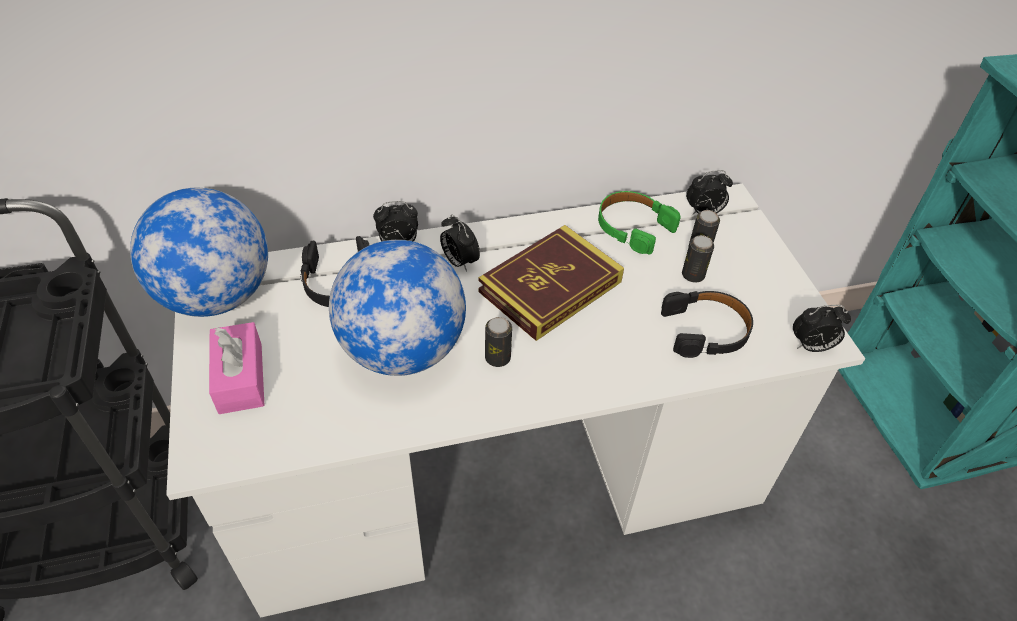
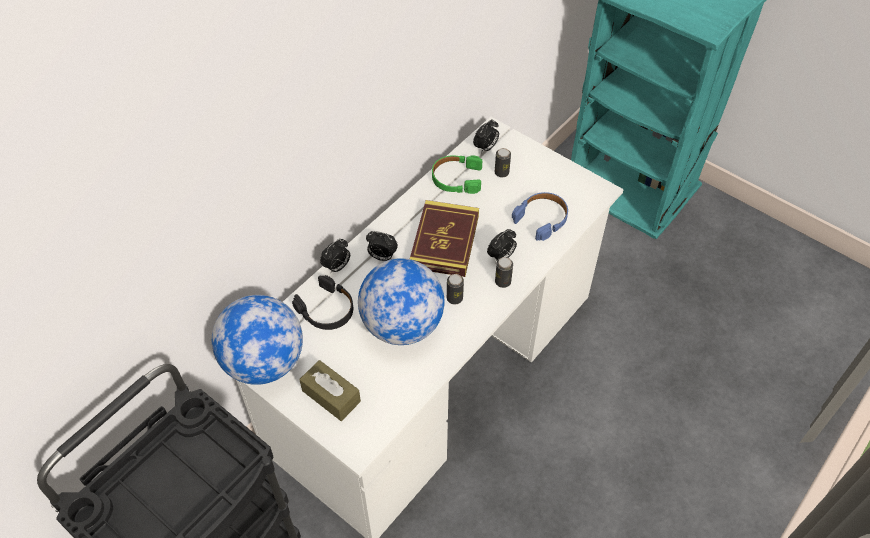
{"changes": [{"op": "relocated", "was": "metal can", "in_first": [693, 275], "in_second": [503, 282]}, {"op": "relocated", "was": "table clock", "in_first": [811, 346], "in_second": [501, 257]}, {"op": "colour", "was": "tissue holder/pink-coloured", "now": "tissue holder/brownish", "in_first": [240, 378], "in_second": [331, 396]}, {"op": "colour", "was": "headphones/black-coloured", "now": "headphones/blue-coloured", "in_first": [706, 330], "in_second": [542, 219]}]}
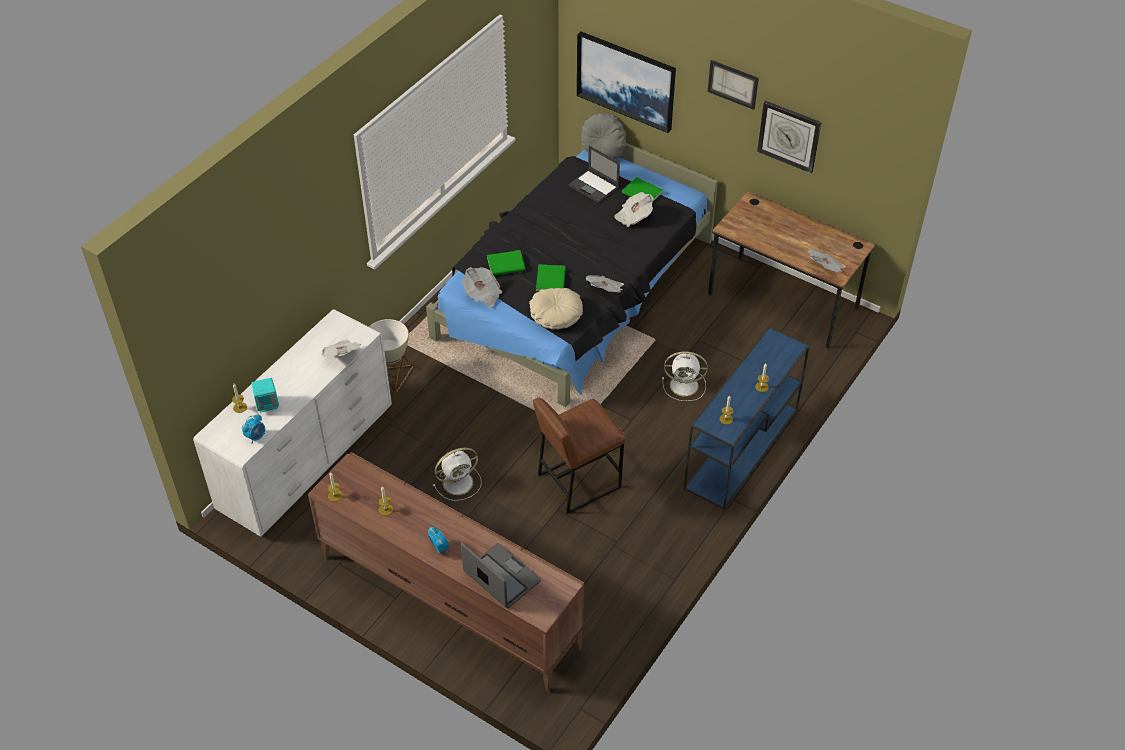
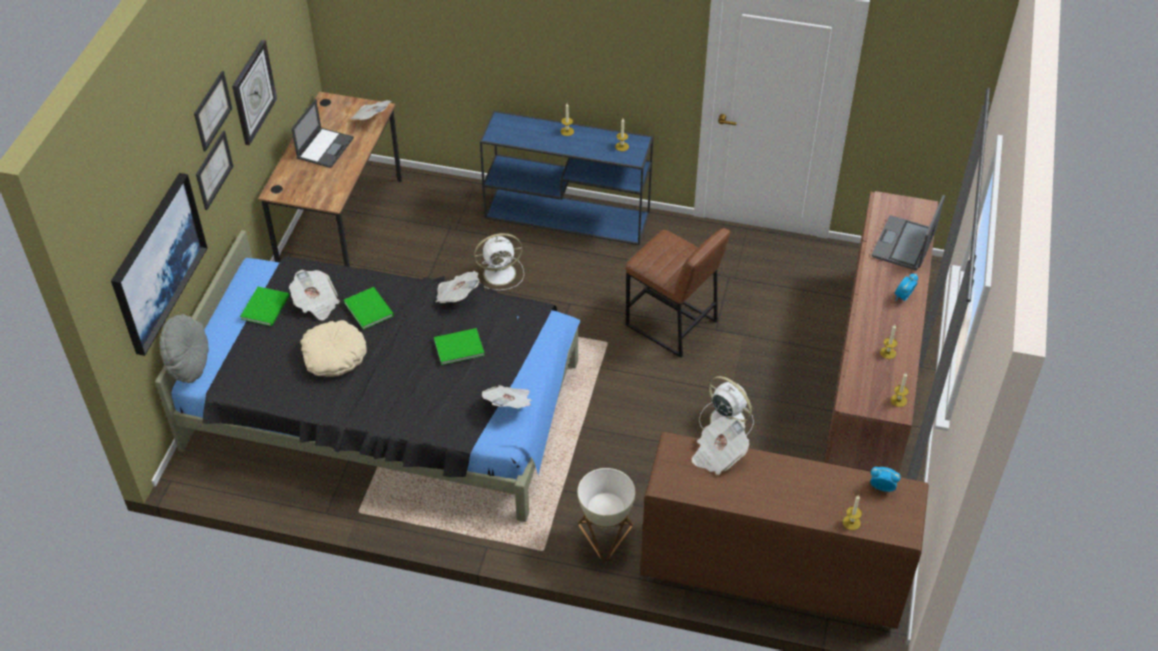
{"changes": [{"op": "missing", "was": "speaker/turquoise-coloured", "in_first": [267, 404]}, {"op": "appeared", "now": "wall art", "in_second": [213, 170]}, {"op": "relocated", "was": "book/green", "in_first": [507, 264], "in_second": [369, 308]}, {"op": "relocated", "was": "cushion/beige-coloured", "in_first": [555, 315], "in_second": [335, 356]}, {"op": "relocated", "was": "portable computer", "in_first": [594, 186], "in_second": [325, 147]}, {"op": "colour", "was": "dresser/white-coloured", "now": "dresser/brownish", "in_first": [307, 459], "in_second": [771, 573]}, {"op": "spun", "was": "fan/white-coloured", "in_first": [685, 385], "in_second": [501, 273], "clockwise": 90}]}
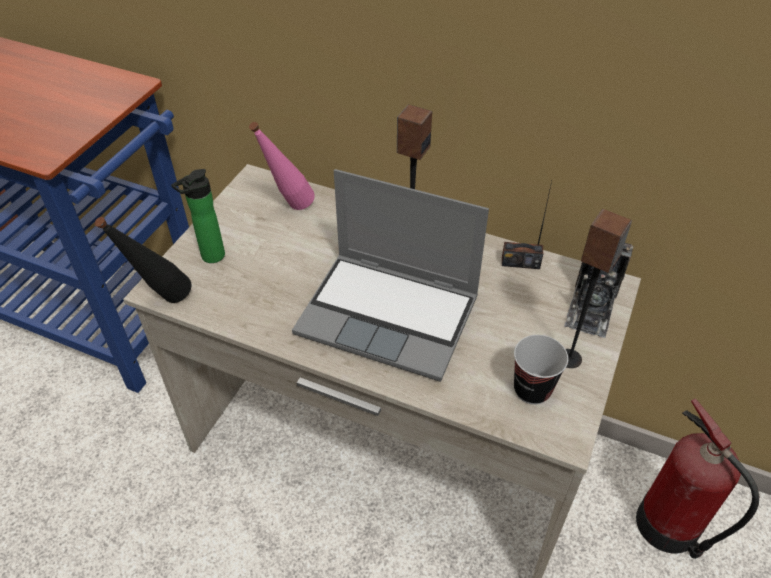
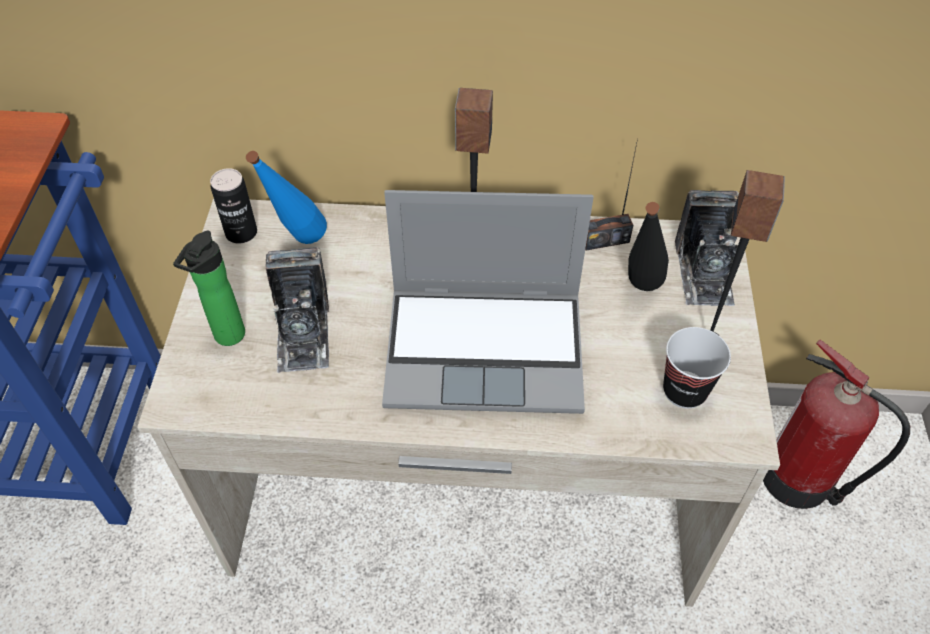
{"changes": [{"op": "appeared", "now": "metal can", "in_second": [241, 233]}, {"op": "appeared", "now": "photo camera", "in_second": [303, 332]}, {"op": "relocated", "was": "beverage bottle/black-coloured", "in_first": [162, 302], "in_second": [638, 293]}, {"op": "colour", "was": "beverage bottle/pink-coloured", "now": "beverage bottle/blue-coloured", "in_first": [289, 209], "in_second": [298, 246]}]}
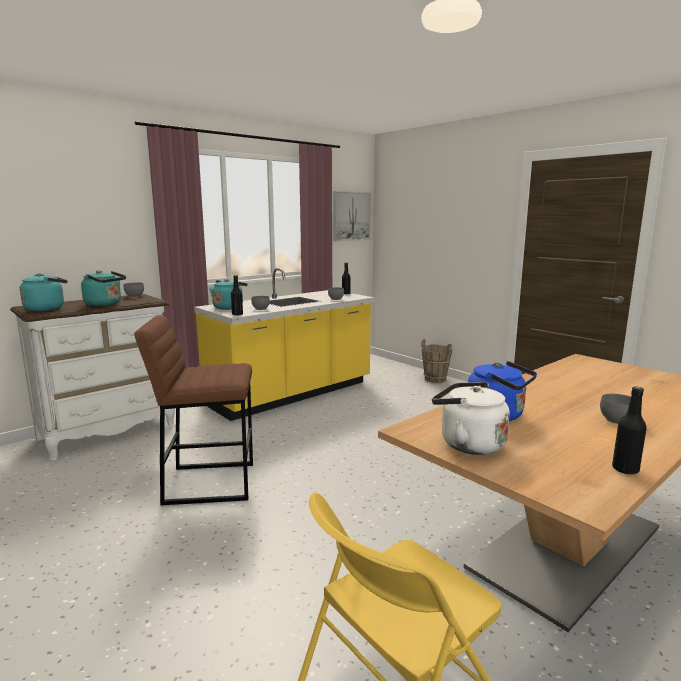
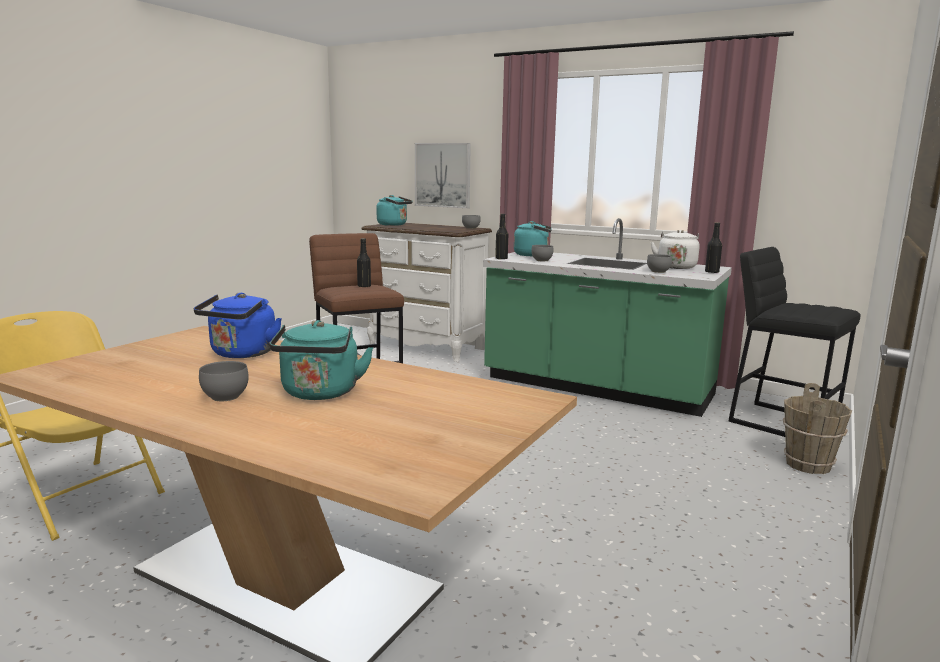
{"changes": [{"op": "appeared", "now": "stool/black-coloured", "in_second": [780, 422]}, {"op": "relocated", "was": "tea kettle/turquoise-coloured", "in_first": [105, 304], "in_second": [320, 394]}, {"op": "relocated", "was": "wall art", "in_first": [351, 216], "in_second": [443, 175]}, {"op": "relocated", "was": "tea kettle/white-coloured", "in_first": [468, 444], "in_second": [676, 267]}, {"op": "relocated", "was": "beverage bottle/black-coloured", "in_first": [625, 469], "in_second": [364, 286]}, {"op": "colour", "was": "kitchen base unit/yellow-coloured", "now": "kitchen base unit/green", "in_first": [291, 394], "in_second": [596, 387]}]}
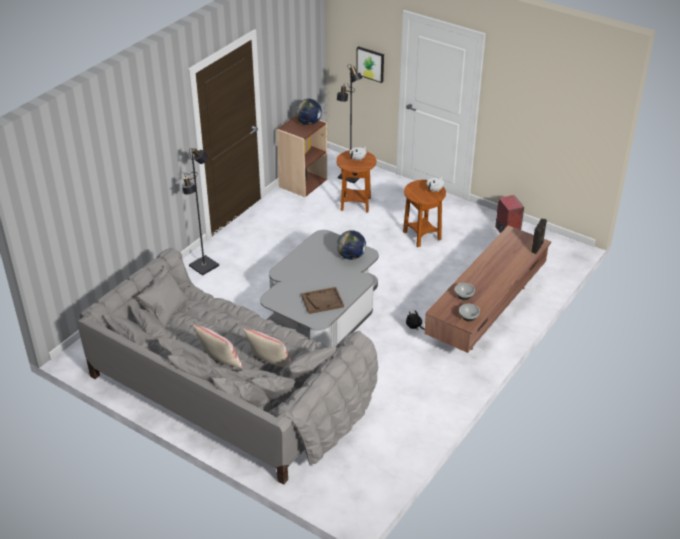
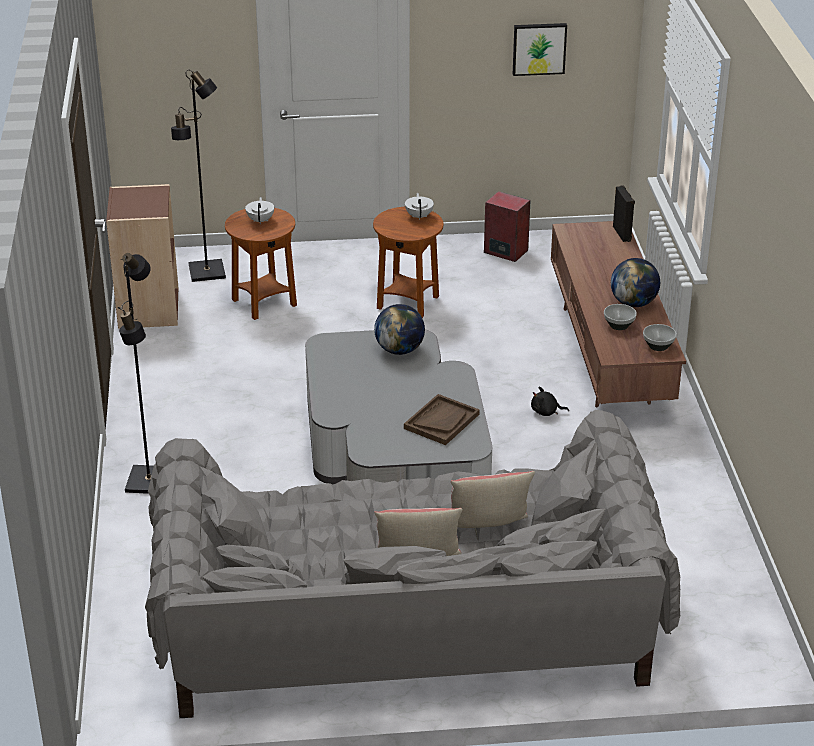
{"changes": [{"op": "relocated", "was": "world globe", "in_first": [309, 123], "in_second": [633, 303]}, {"op": "relocated", "was": "wall art", "in_first": [370, 64], "in_second": [539, 48]}]}
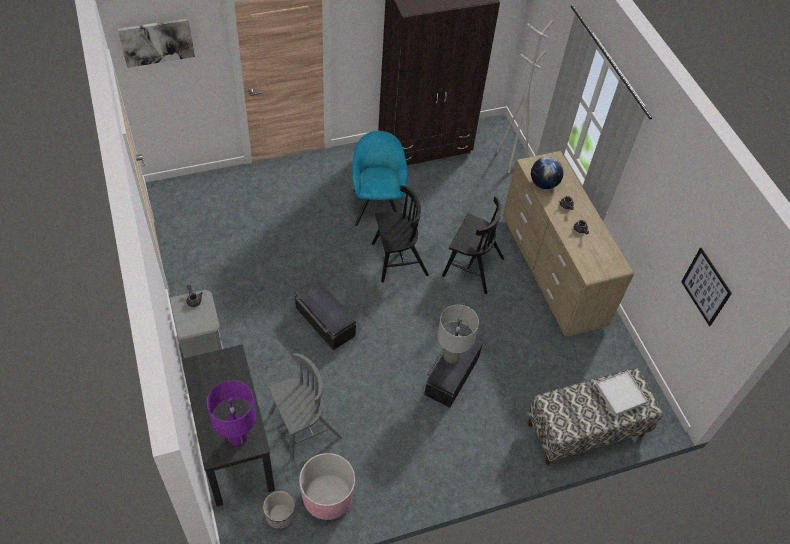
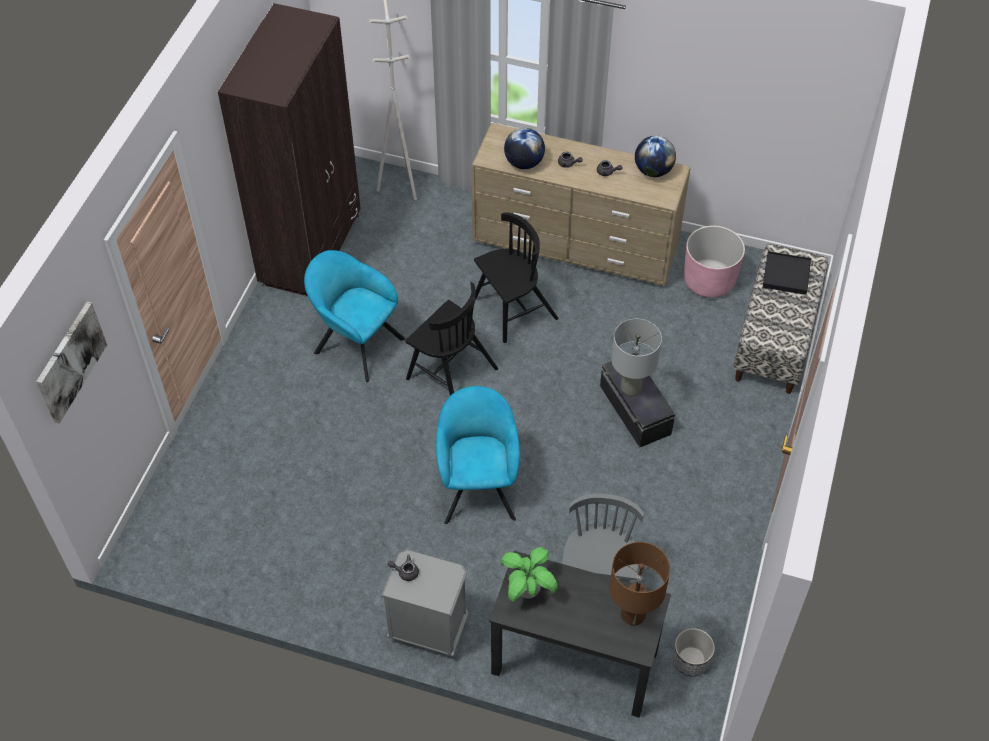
{"changes": [{"op": "missing", "was": "wall art", "in_first": [706, 287]}, {"op": "appeared", "now": "houseplant", "in_second": [527, 591]}, {"op": "appeared", "now": "world globe", "in_second": [653, 171]}, {"op": "relocated", "was": "flower pot/pink-coloured", "in_first": [327, 498], "in_second": [709, 281]}, {"op": "exchanged", "was": "storage box/black-coloured", "now": "lounge chair/turquoise-coloured", "in_first": [324, 322], "in_second": [478, 486]}, {"op": "colour", "was": "table lamp/purple", "now": "table lamp/brownish", "in_first": [238, 437], "in_second": [632, 615]}, {"op": "colour", "was": "tray/white-coloured", "now": "tray/black-coloured", "in_first": [620, 394], "in_second": [786, 275]}, {"op": "spun", "was": "plain chair/black-coloured", "in_first": [396, 259], "in_second": [448, 371], "clockwise": 105}]}
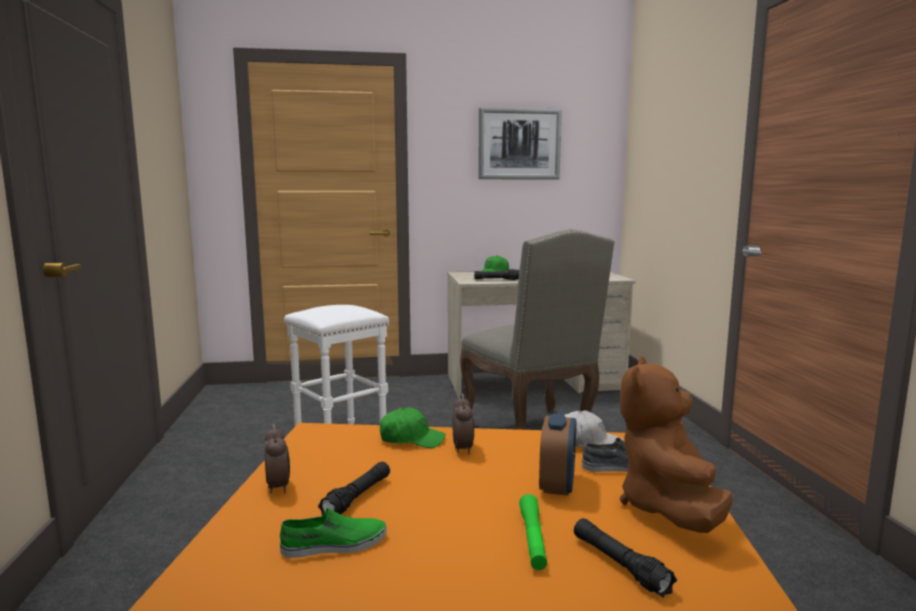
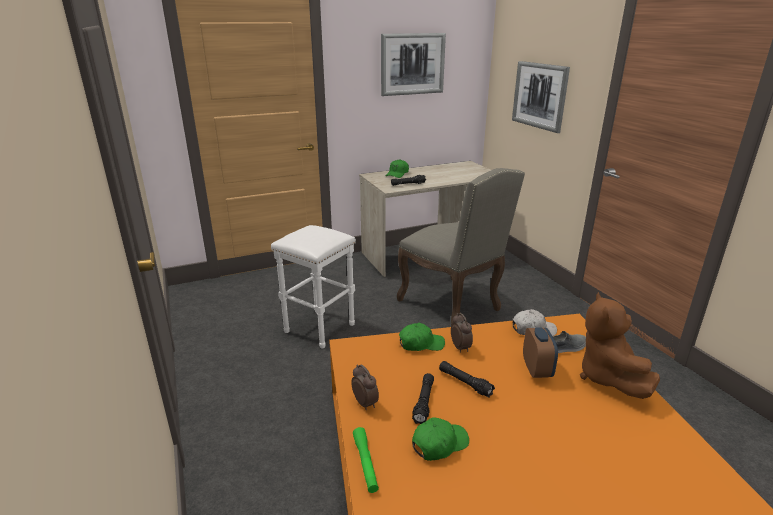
{"changes": [{"op": "appeared", "now": "wall art", "in_second": [539, 95]}, {"op": "relocated", "was": "torch/green", "in_first": [533, 539], "in_second": [365, 463]}, {"op": "relocated", "was": "torch/black-coloured", "in_first": [619, 565], "in_second": [465, 383]}, {"op": "exchanged", "was": "item of footwear/green", "now": "cap/green", "in_first": [335, 545], "in_second": [439, 444]}]}
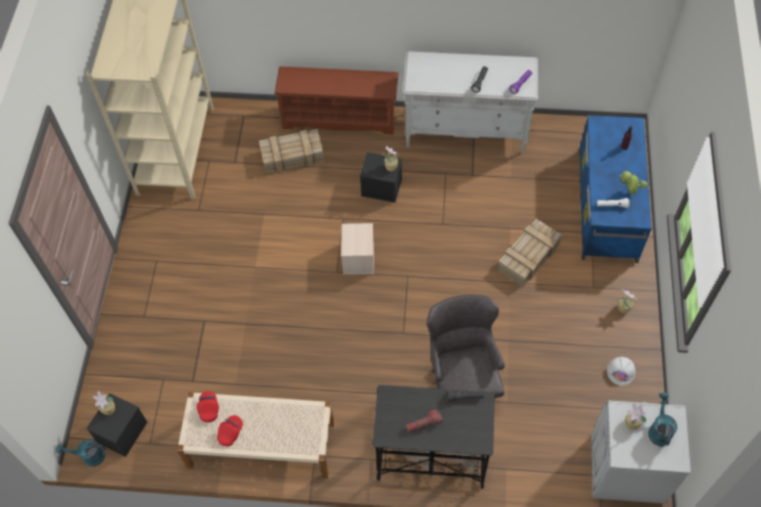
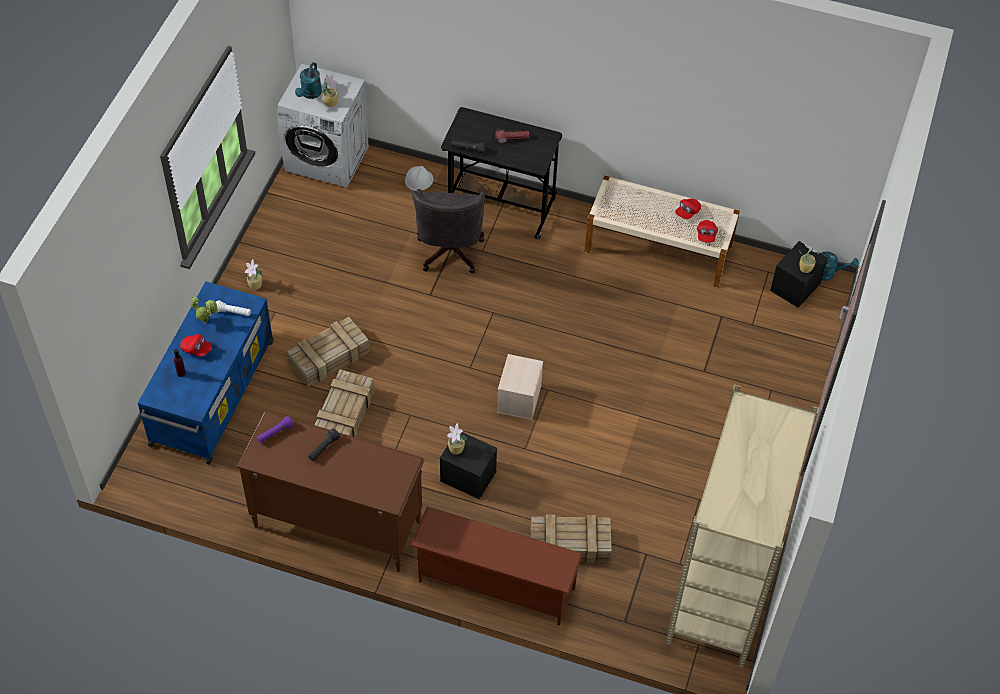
{"changes": [{"op": "appeared", "now": "cap/red", "in_second": [196, 349]}, {"op": "appeared", "now": "crate", "in_second": [344, 414]}, {"op": "relocated", "was": "work helmet/white-coloured", "in_first": [621, 371], "in_second": [419, 180]}, {"op": "colour", "was": "dresser/white-coloured", "now": "dresser/brownish", "in_first": [466, 133], "in_second": [336, 523]}]}
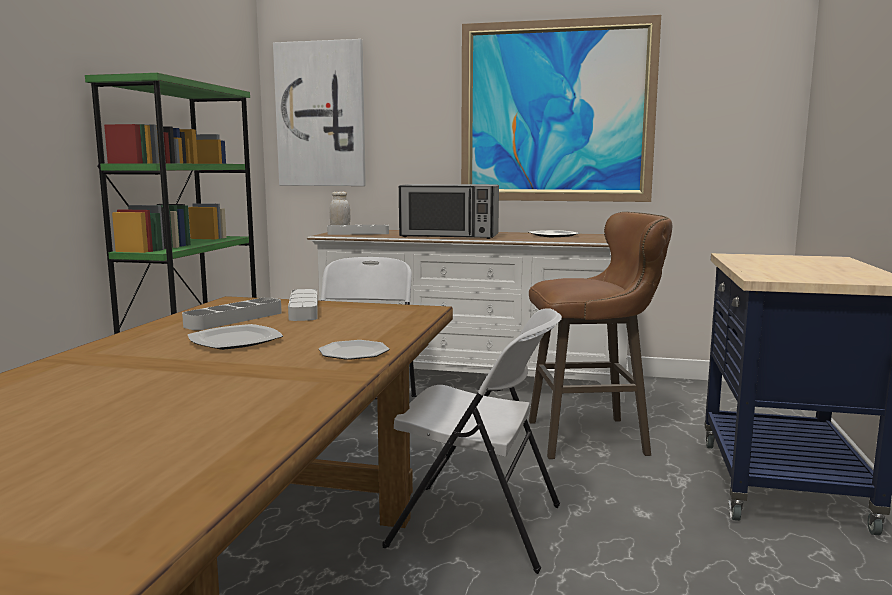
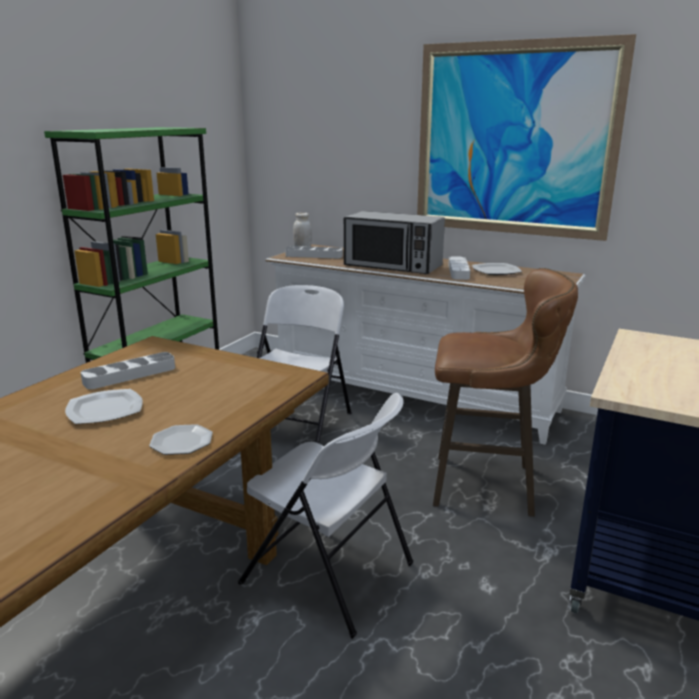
{"changes": [{"op": "missing", "was": "wall art", "in_first": [321, 115]}, {"op": "relocated", "was": "tray/gray", "in_first": [304, 310], "in_second": [458, 271]}]}
